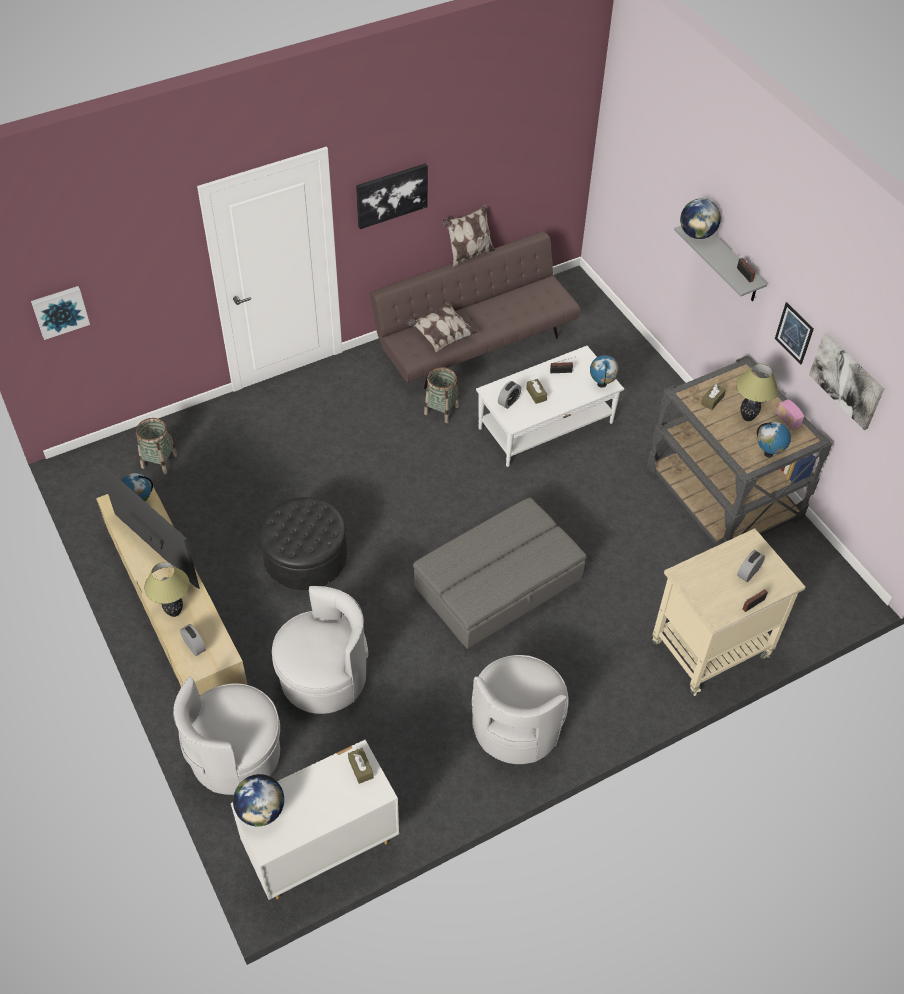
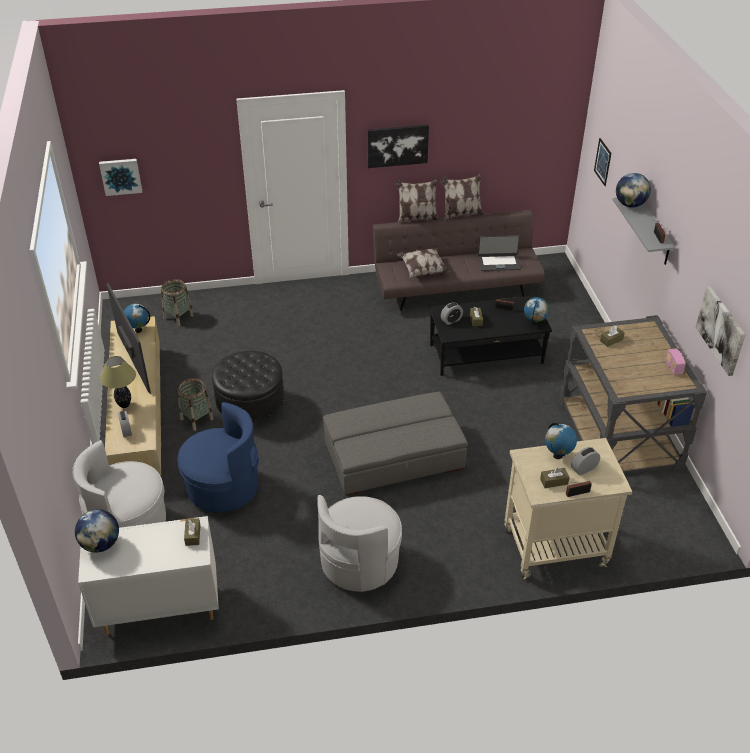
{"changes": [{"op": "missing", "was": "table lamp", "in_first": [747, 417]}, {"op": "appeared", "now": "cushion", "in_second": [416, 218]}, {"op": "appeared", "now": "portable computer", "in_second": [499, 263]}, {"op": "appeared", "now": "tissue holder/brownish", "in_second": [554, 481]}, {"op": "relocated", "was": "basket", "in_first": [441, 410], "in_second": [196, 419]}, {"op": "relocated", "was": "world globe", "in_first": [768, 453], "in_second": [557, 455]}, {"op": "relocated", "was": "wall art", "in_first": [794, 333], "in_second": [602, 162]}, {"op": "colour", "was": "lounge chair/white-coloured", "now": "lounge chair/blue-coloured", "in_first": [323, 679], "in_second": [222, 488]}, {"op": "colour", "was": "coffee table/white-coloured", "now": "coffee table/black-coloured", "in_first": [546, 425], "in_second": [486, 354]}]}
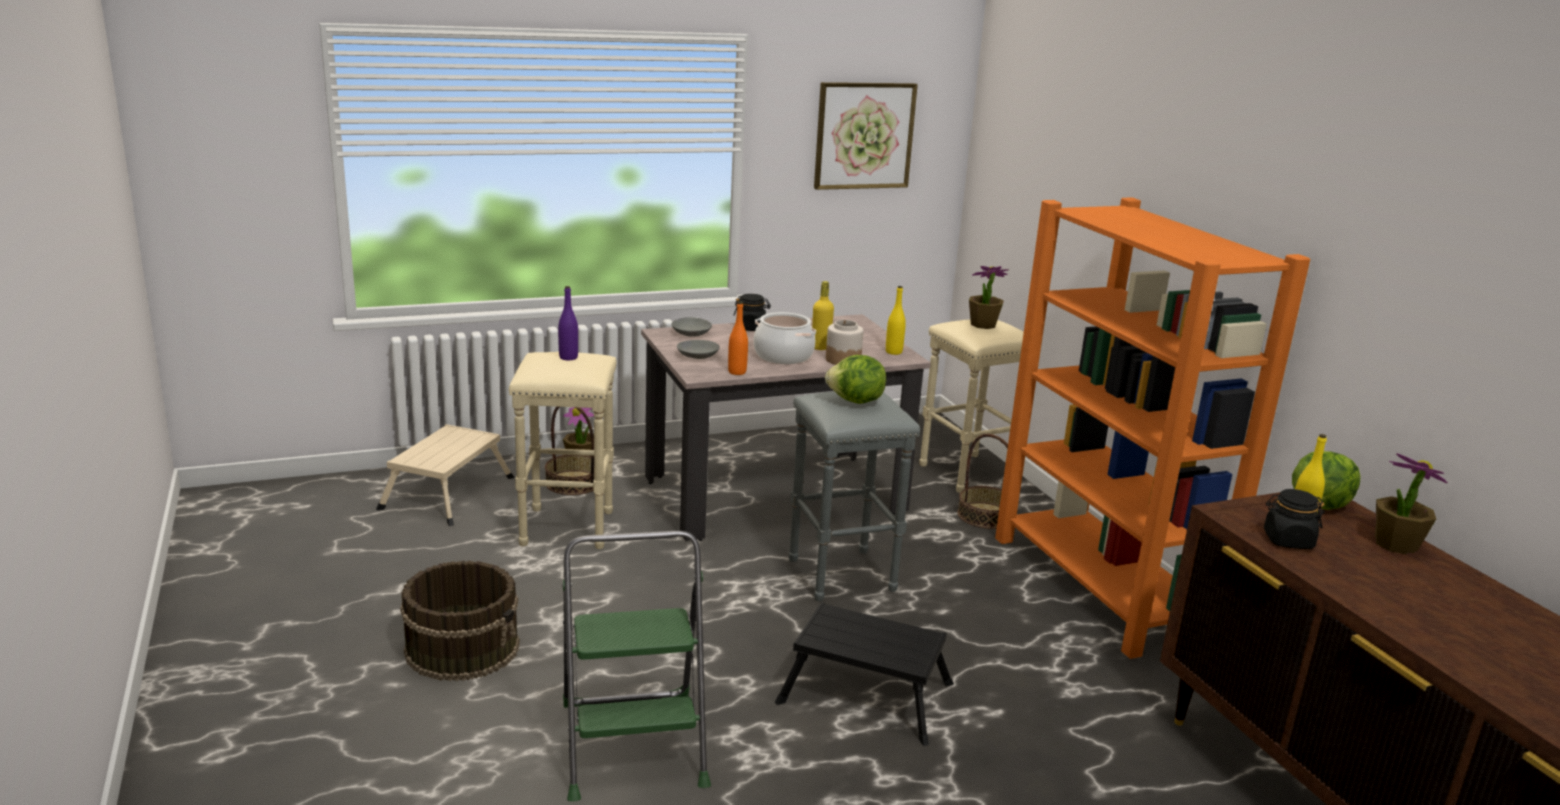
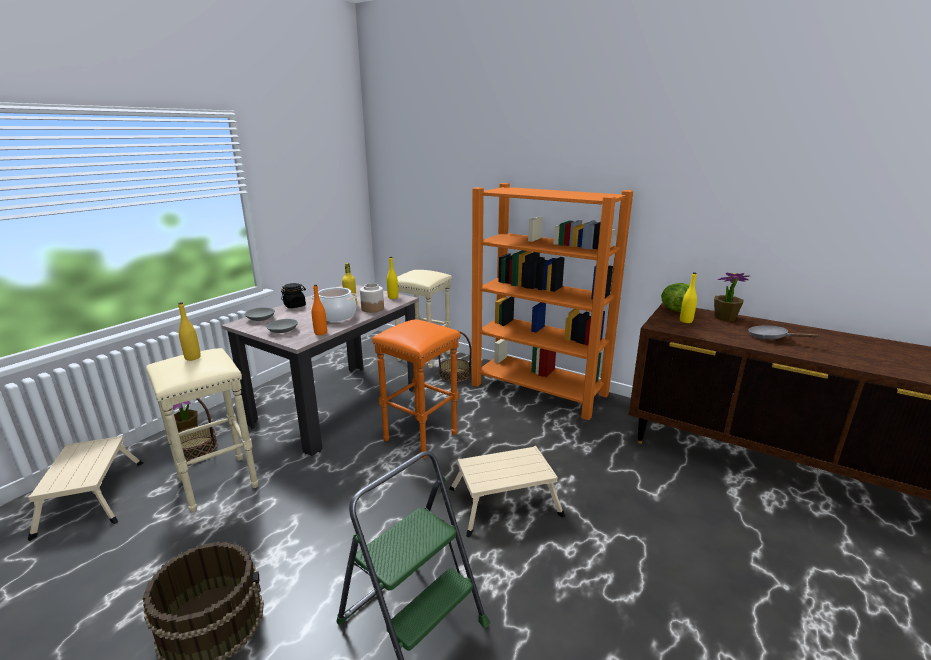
{"changes": [{"op": "missing", "was": "wall art", "in_first": [864, 135]}, {"op": "missing", "was": "lettuce head", "in_first": [855, 401]}, {"op": "missing", "was": "houseplant", "in_first": [983, 325]}, {"op": "missing", "was": "storage jar/black-coloured", "in_first": [1287, 540]}, {"op": "appeared", "now": "pan/gray", "in_second": [771, 338]}, {"op": "colour", "was": "beverage bottle/purple", "now": "beverage bottle/yellow-coloured", "in_first": [568, 357], "in_second": [192, 358]}, {"op": "colour", "was": "step ladder/black-coloured", "now": "step ladder/beige-coloured", "in_first": [867, 693], "in_second": [505, 502]}, {"op": "colour", "was": "stool/gray", "now": "stool/orange-coloured", "in_first": [840, 575], "in_second": [421, 437]}]}
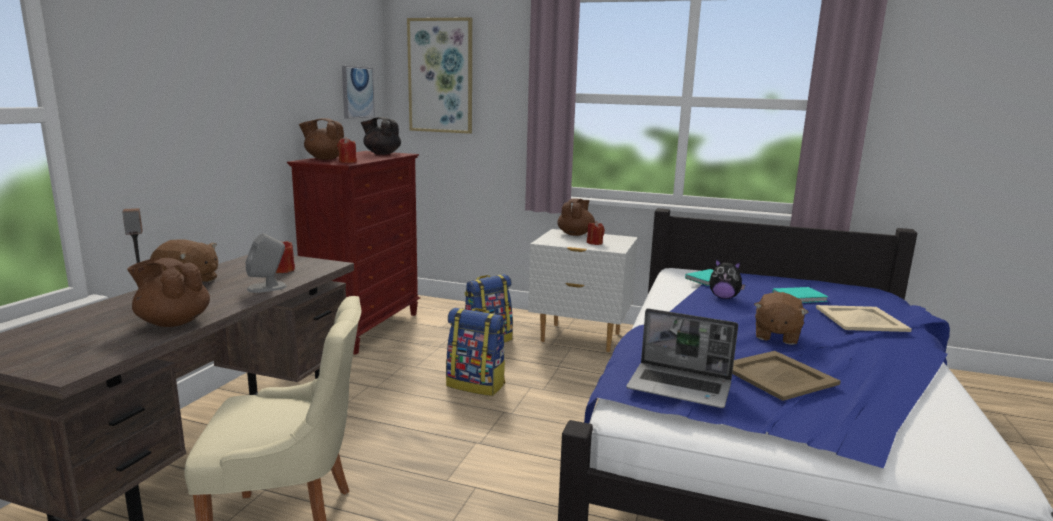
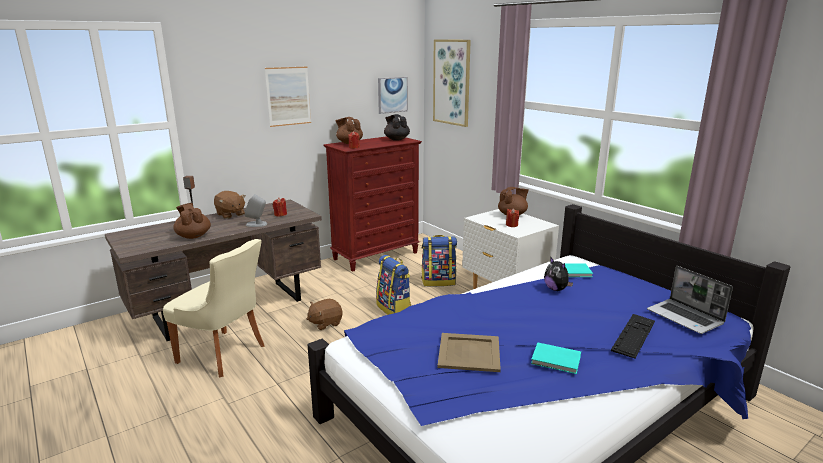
{"changes": [{"op": "appeared", "now": "wall art", "in_second": [288, 96]}, {"op": "relocated", "was": "portable computer", "in_first": [681, 387], "in_second": [685, 317]}, {"op": "relocated", "was": "cuddly toy/brownish", "in_first": [776, 336], "in_second": [325, 323]}, {"op": "relocated", "was": "book/turquoise-coloured", "in_first": [801, 297], "in_second": [557, 360]}, {"op": "exchanged", "was": "tray/beige-coloured", "now": "keyboard", "in_first": [860, 319], "in_second": [634, 335]}]}
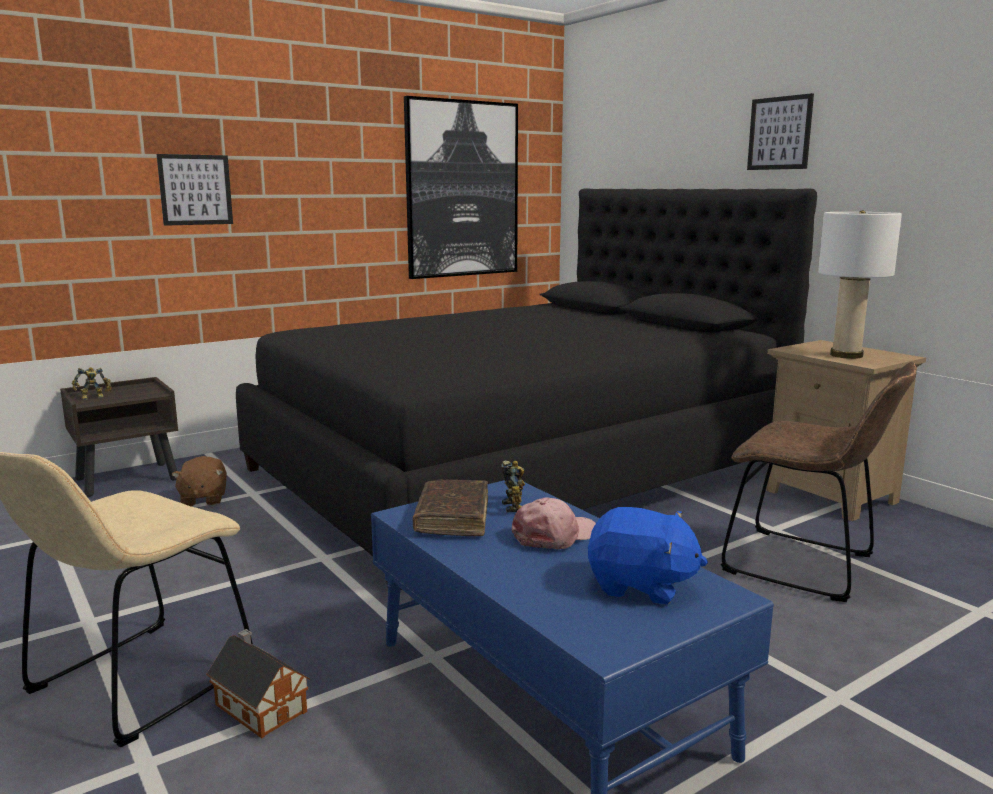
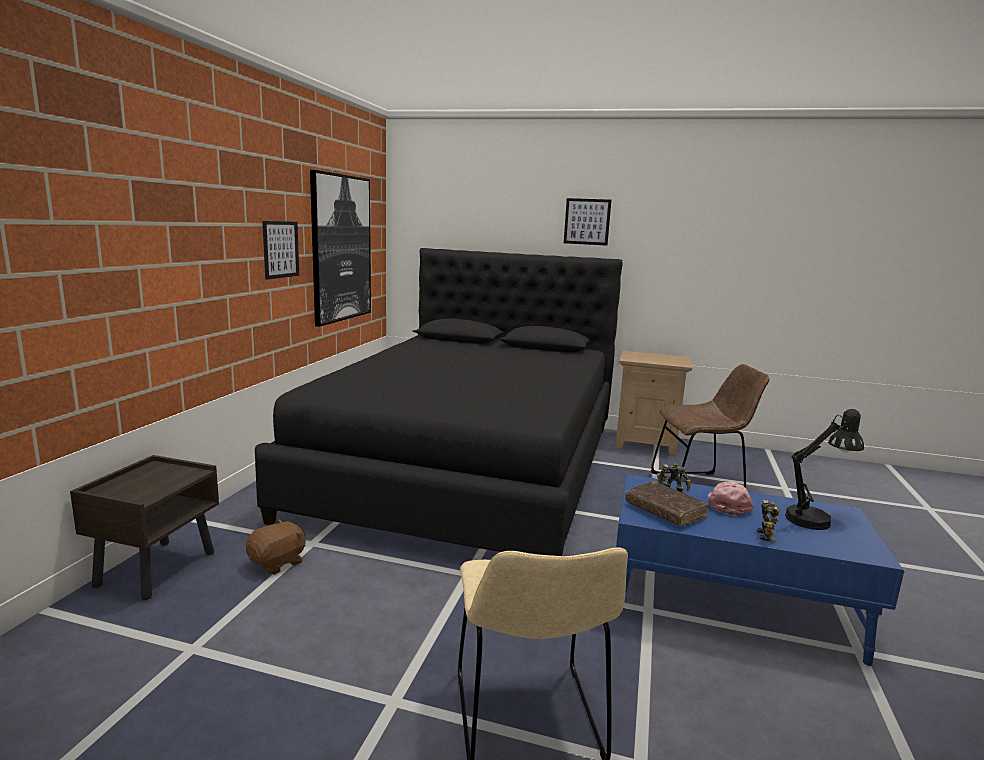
{"changes": [{"op": "missing", "was": "model house", "in_first": [259, 706]}, {"op": "missing", "was": "table lamp/white-coloured", "in_first": [846, 355]}, {"op": "relocated", "was": "toy robot", "in_first": [93, 397], "in_second": [768, 536]}, {"op": "relocated", "was": "wall art", "in_first": [195, 190], "in_second": [280, 249]}, {"op": "exchanged", "was": "cuddly toy/blue-coloured", "now": "table lamp/black-coloured", "in_first": [641, 586], "in_second": [815, 518]}, {"op": "spun", "was": "cuddly toy/brownish", "in_first": [203, 500], "in_second": [278, 563], "clockwise": -90}]}
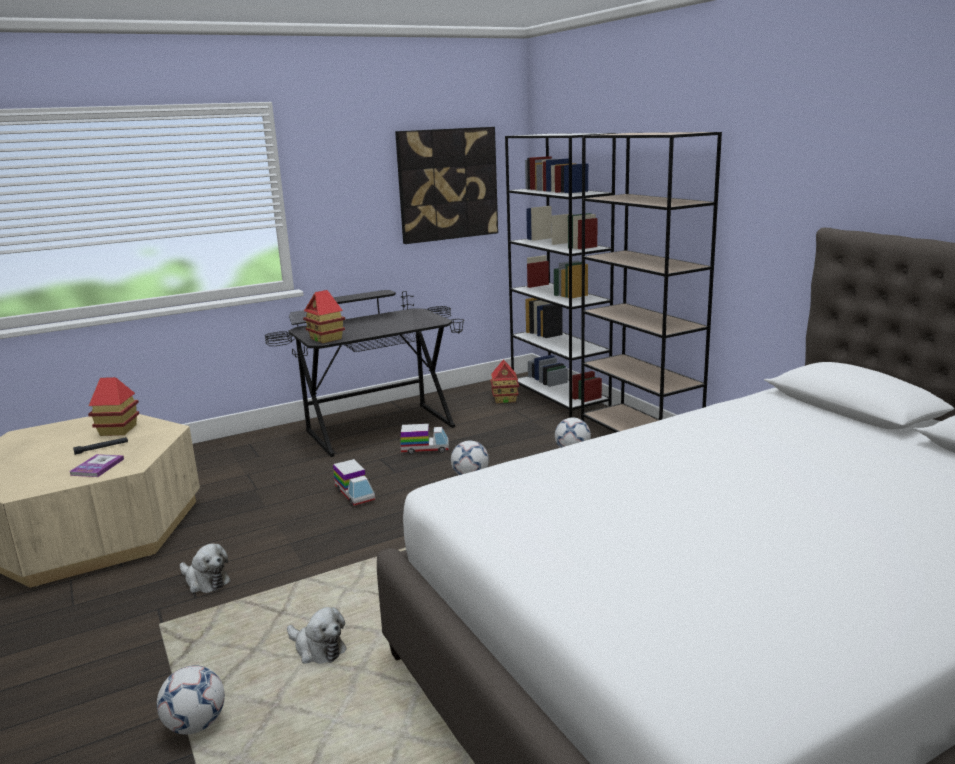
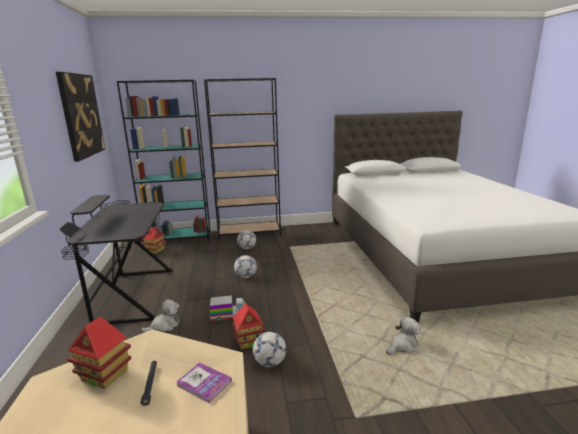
{"changes": [{"op": "missing", "was": "toy truck", "in_first": [425, 449]}, {"op": "relocated", "was": "football", "in_first": [196, 725], "in_second": [270, 363]}, {"op": "relocated", "was": "cuddly toy", "in_first": [205, 581], "in_second": [164, 325]}, {"op": "relocated", "was": "model house", "in_first": [326, 339], "in_second": [249, 341]}, {"op": "colour", "was": "bookshelf/white-coloured", "now": "bookshelf/turquoise-coloured", "in_first": [560, 398], "in_second": [178, 238]}]}
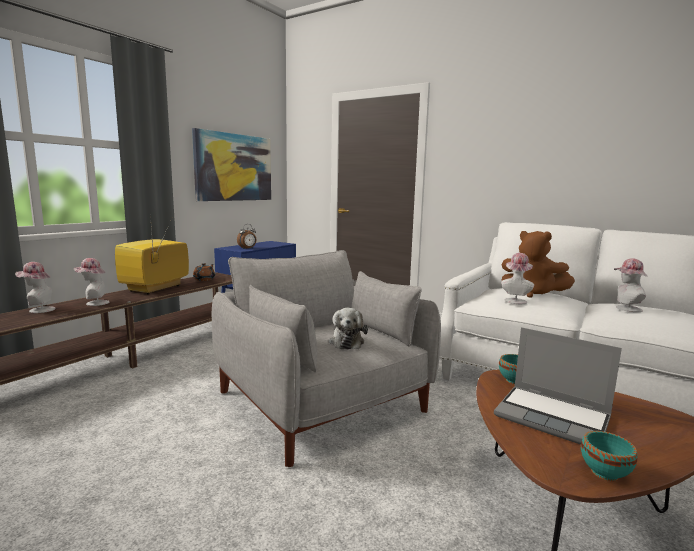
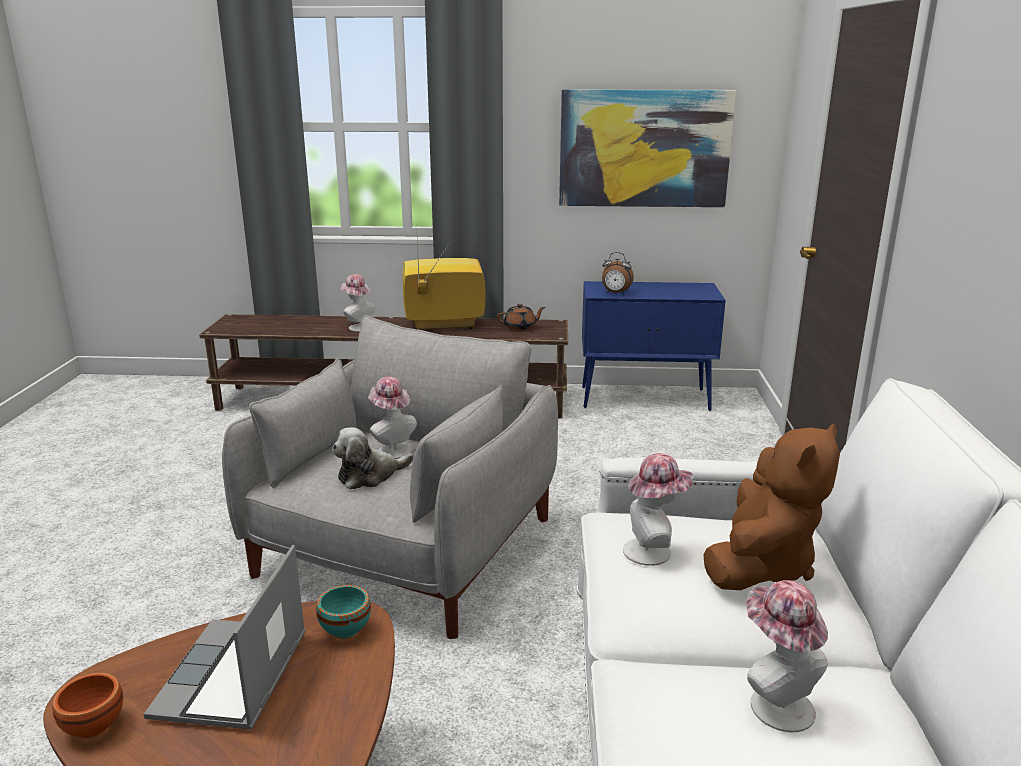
{"changes": [{"op": "relocated", "was": "hat", "in_first": [38, 310], "in_second": [392, 449]}, {"op": "colour", "was": "serving bowl/turquoise-coloured", "now": "serving bowl/brownish", "in_first": [605, 472], "in_second": [96, 727]}, {"op": "spun", "was": "cuddly toy/brownish", "in_first": [532, 293], "in_second": [761, 565], "clockwise": -150}]}
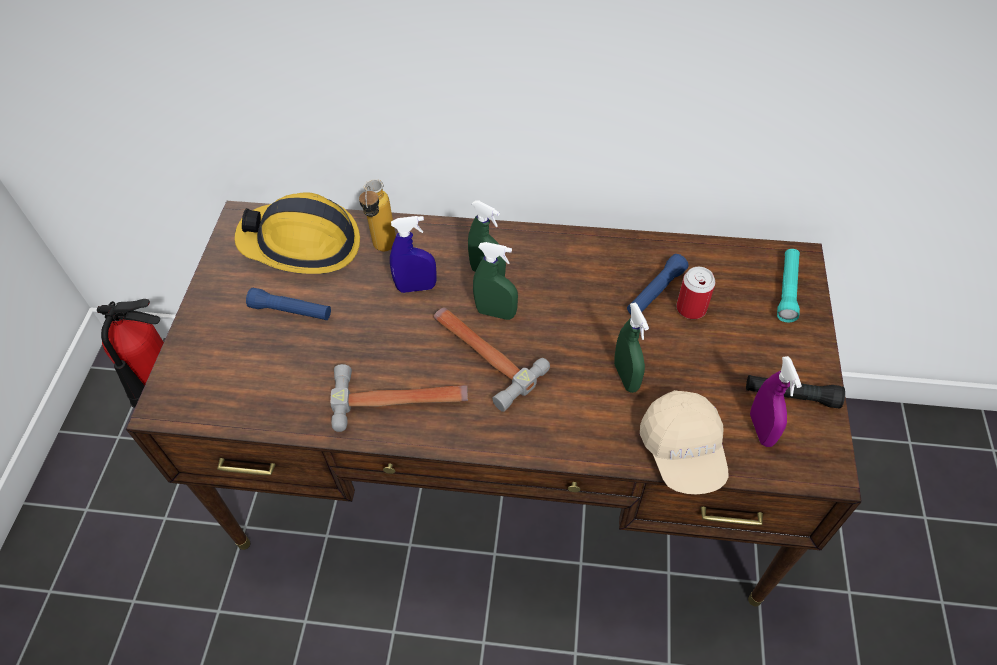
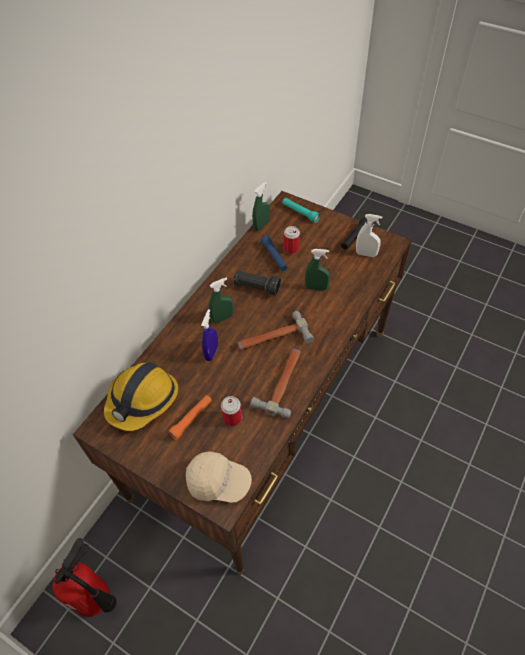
{"changes": [{"op": "missing", "was": "beverage bottle", "in_first": [383, 251]}, {"op": "appeared", "now": "metal can", "in_second": [232, 418]}, {"op": "appeared", "now": "torch/black-coloured", "in_second": [256, 287]}, {"op": "relocated", "was": "hand sprayer/green", "in_first": [496, 313], "in_second": [261, 225]}, {"op": "relocated", "was": "cap/beige-coloured", "in_first": [683, 451], "in_second": [218, 482]}, {"op": "colour", "was": "torch/blue-coloured", "now": "torch/orange-coloured", "in_first": [291, 311], "in_second": [191, 419]}, {"op": "colour", "was": "hand sprayer/purple", "now": "hand sprayer/white-coloured", "in_first": [761, 429], "in_second": [366, 254]}]}
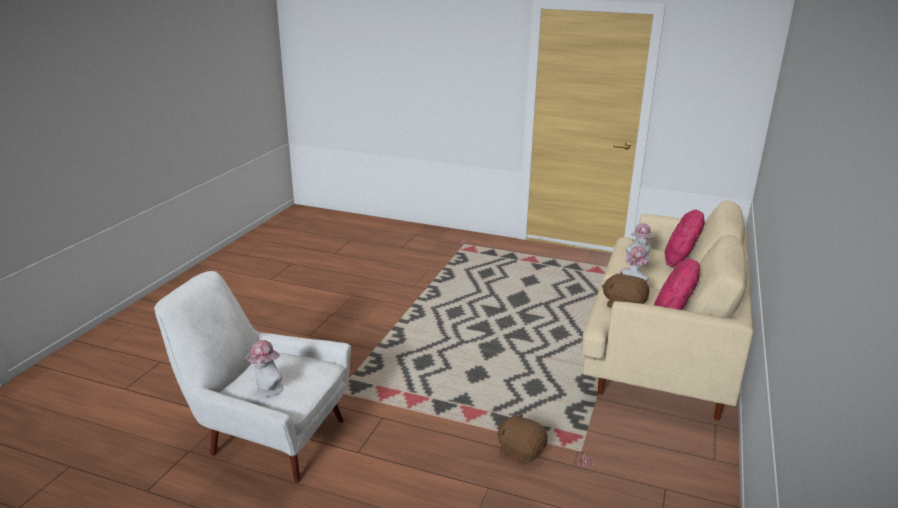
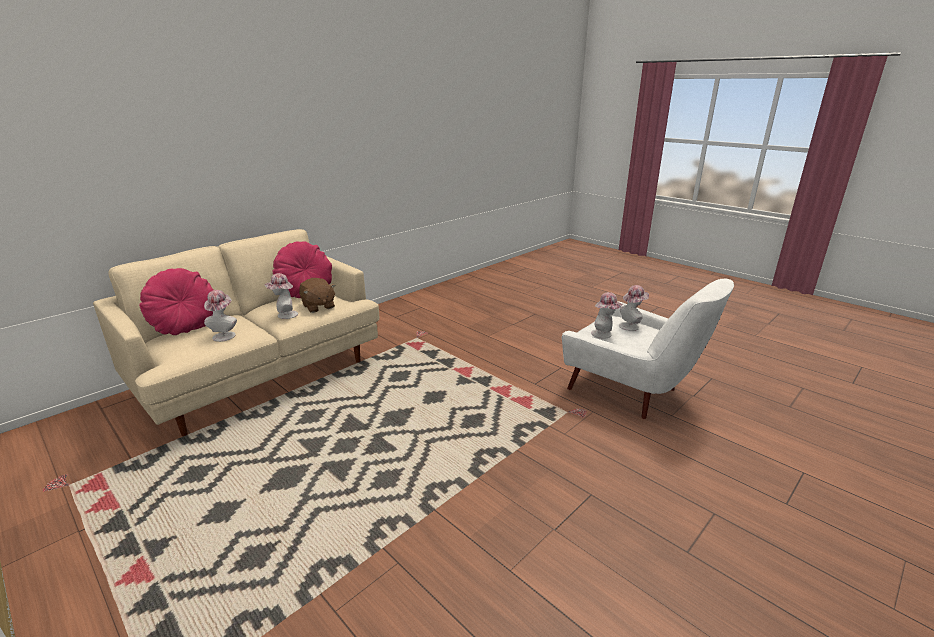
{"changes": [{"op": "missing", "was": "cuddly toy/brownish", "in_first": [521, 451]}, {"op": "appeared", "now": "hat", "in_second": [604, 334]}]}
